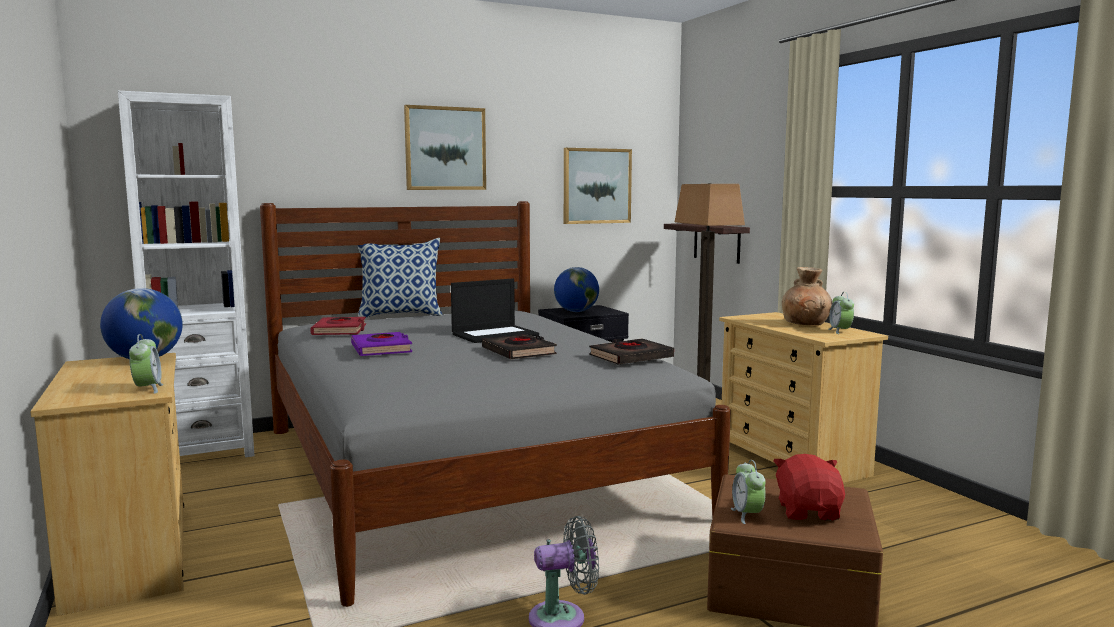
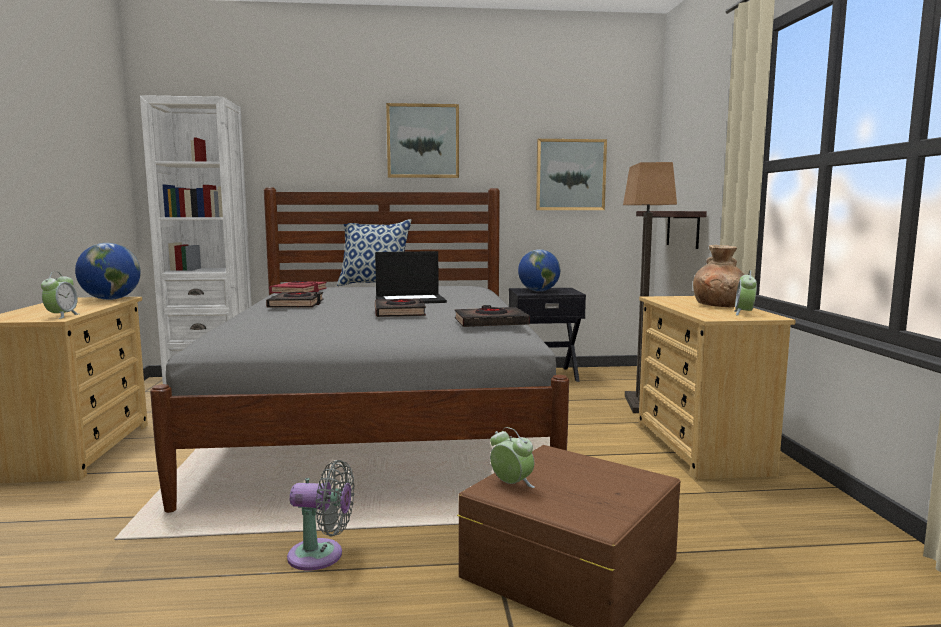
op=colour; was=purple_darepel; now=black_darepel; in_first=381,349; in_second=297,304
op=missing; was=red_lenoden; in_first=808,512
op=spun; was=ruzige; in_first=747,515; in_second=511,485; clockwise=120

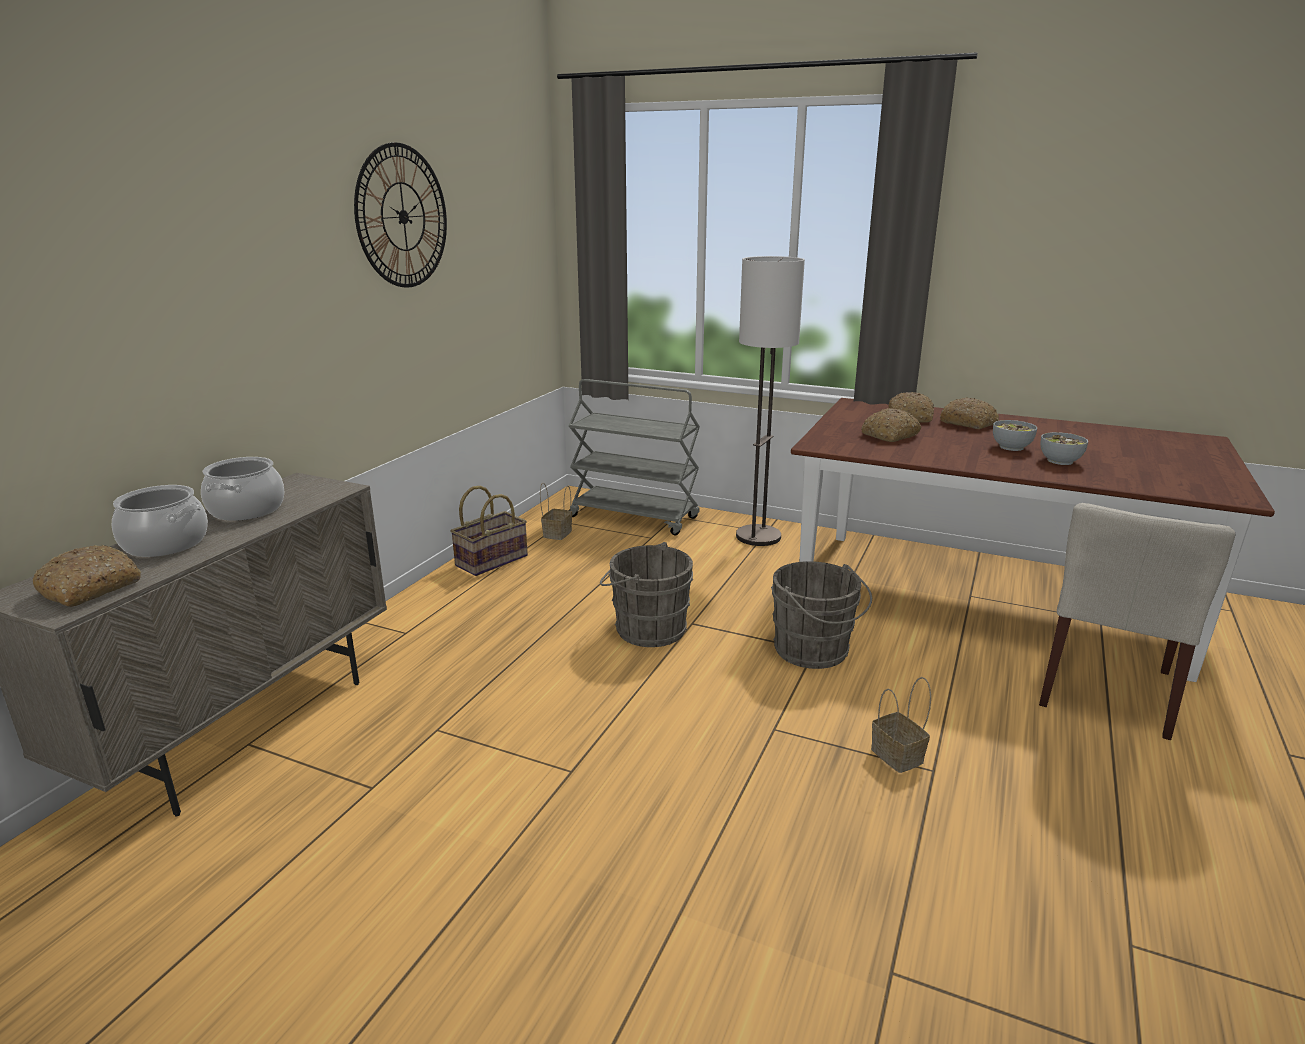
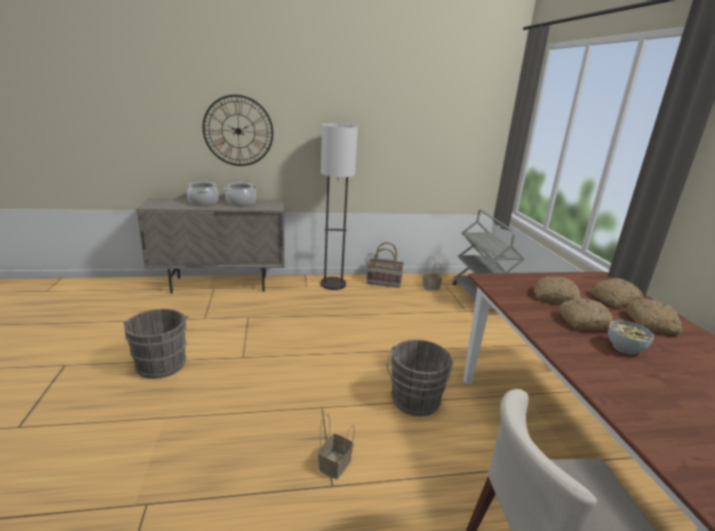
op=relocated; was=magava; in_first=403,217; in_second=238,131
op=relocated; was=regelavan; in_first=758,536; in_second=333,284
op=missing; was=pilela; in_first=1060,461
op=relocated; was=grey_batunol; in_first=646,629; in_second=161,363
op=relocated; was=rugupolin; in_first=91,587; in_second=584,322

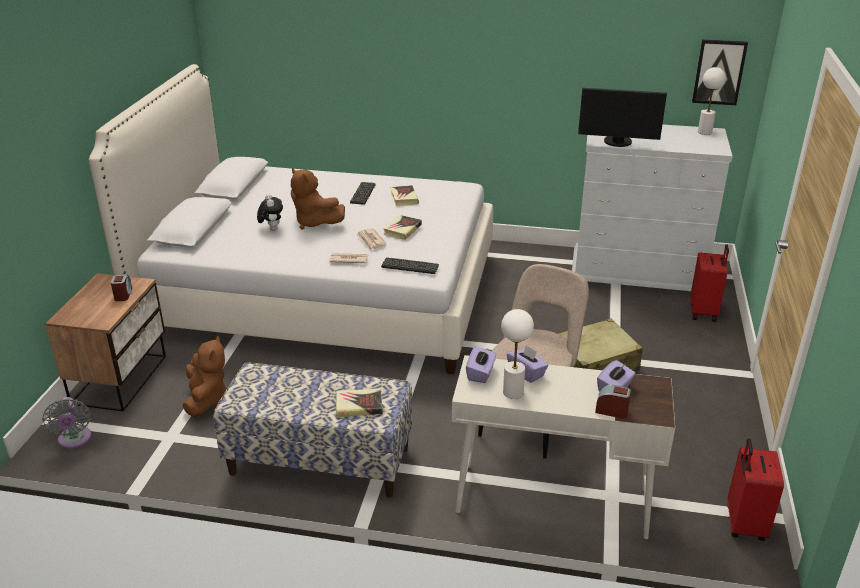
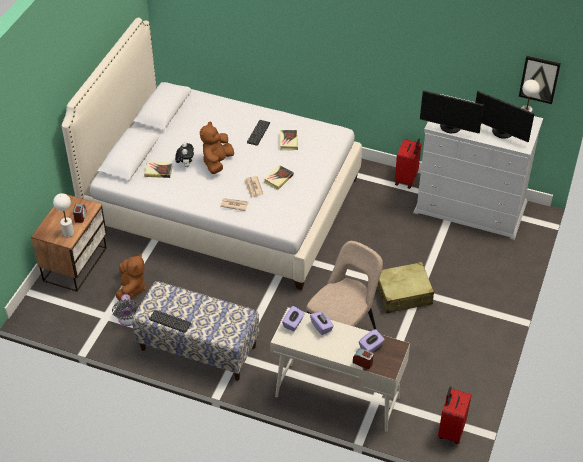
op=spun; was=brown_lenoden; in_first=314,223; in_second=217,162; clockwise=60
op=relocated; was=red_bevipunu; in_first=704,312; in_second=406,179
op=relocated; was=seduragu; in_first=410,266; in_second=170,321
op=relocated; was=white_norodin; in_first=513,392; in_second=68,233
op=relocated; was=darepel; in_first=359,406; in_second=158,171
op=relocated; was=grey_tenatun; in_first=74,440; in_second=128,320
op=appeared; now=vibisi; in_second=501,132

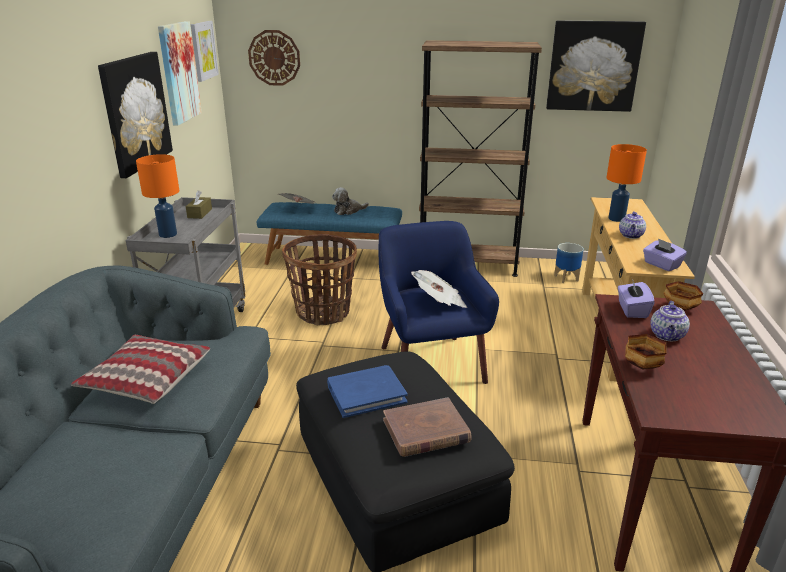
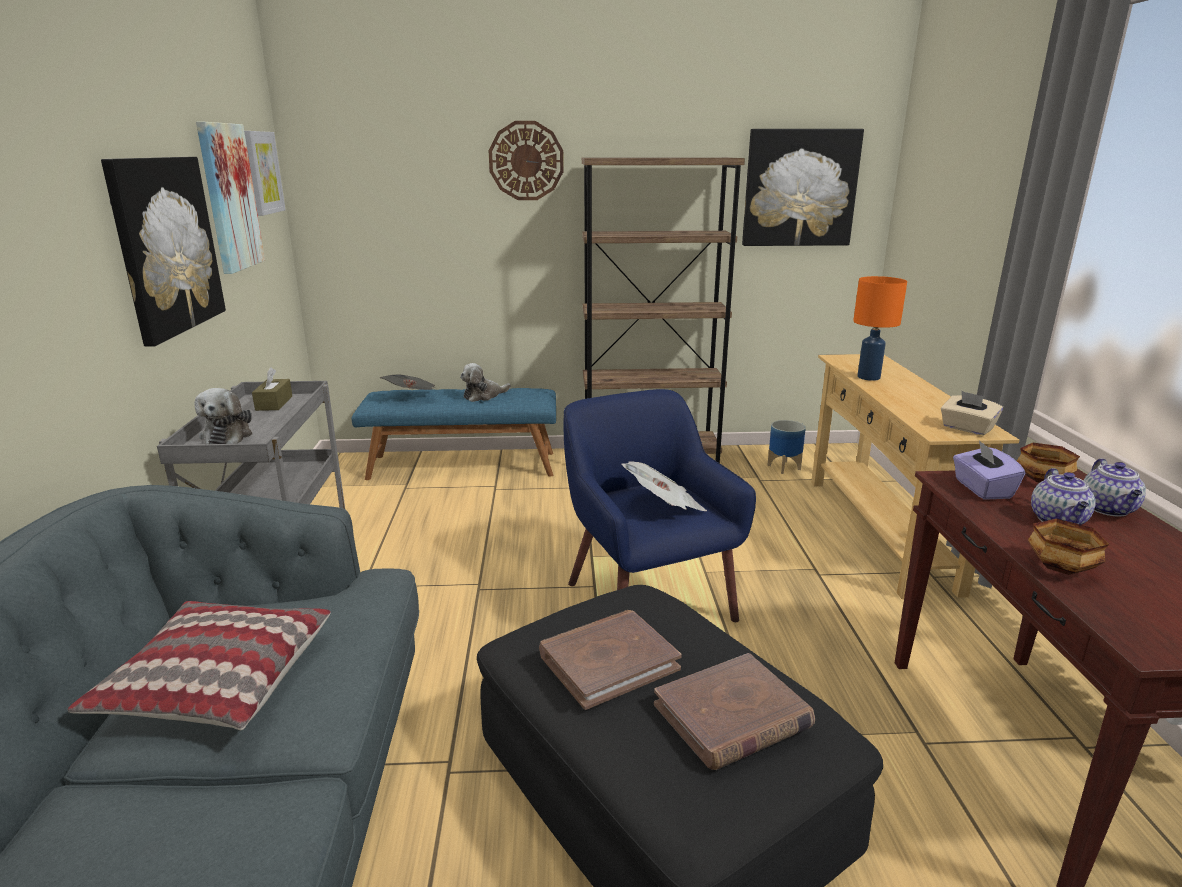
op=relocated; was=magava; in_first=274,58; in_second=526,161
op=exchanged; was=orange_norodin; now=lenoden; in_first=168,234; in_second=228,435
op=relocated; was=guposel; in_first=631,236; in_second=1109,509
op=missing; was=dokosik; in_first=323,312
op=colour; was=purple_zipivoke; now=beige_zipivoke; in_first=661,265; in_second=967,428
op=colour; was=blue_darepel; now=brown_darepel; in_first=366,394; in_second=608,661

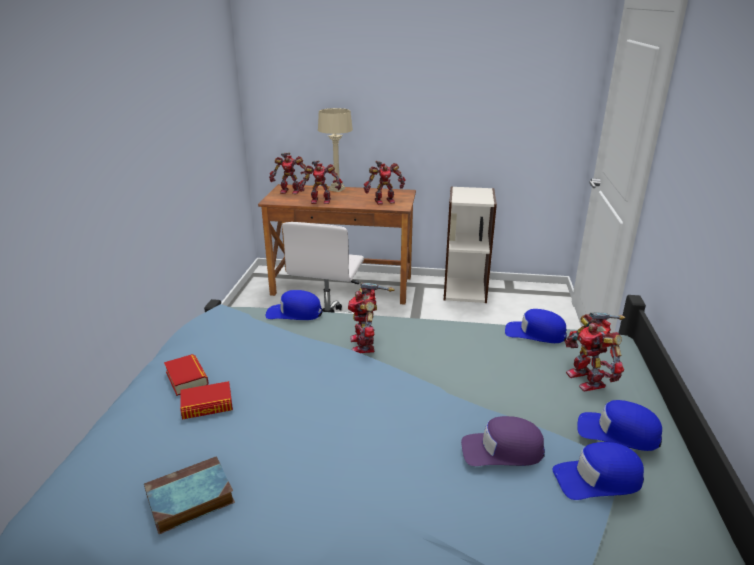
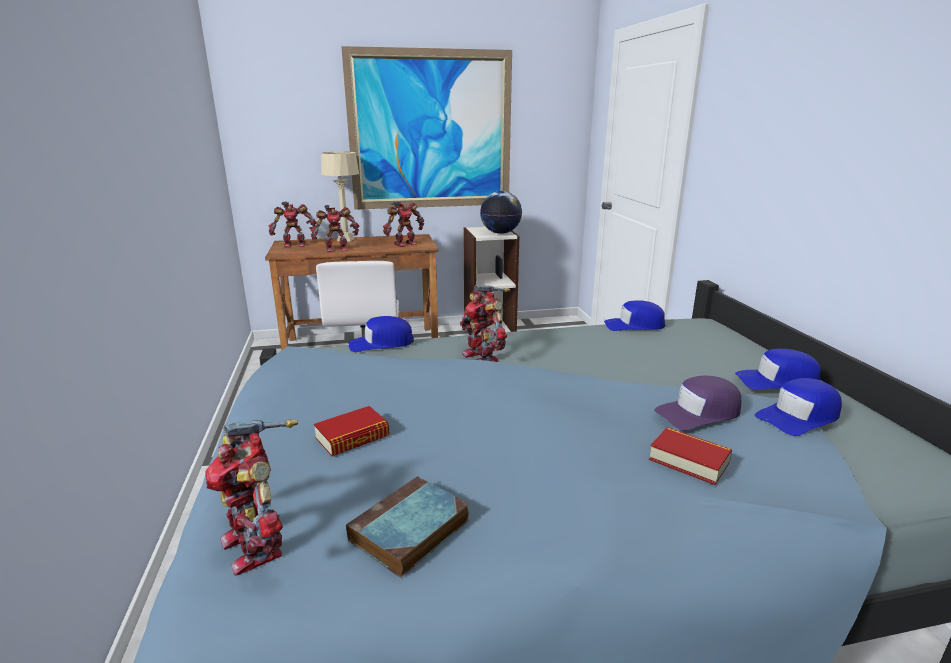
op=relocated; was=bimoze; in_first=588,379; in_second=257,545
op=relocated; was=darepel; in_first=187,378; in_second=688,461
op=appeared; now=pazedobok; in_second=431,131
op=appeared; now=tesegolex; in_second=500,233

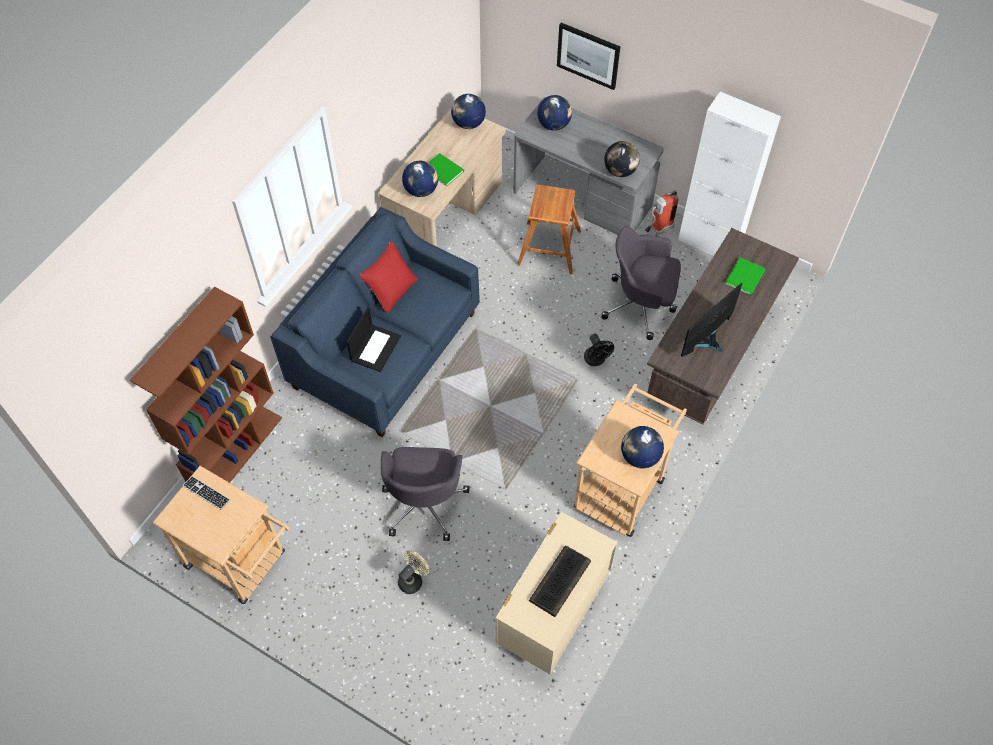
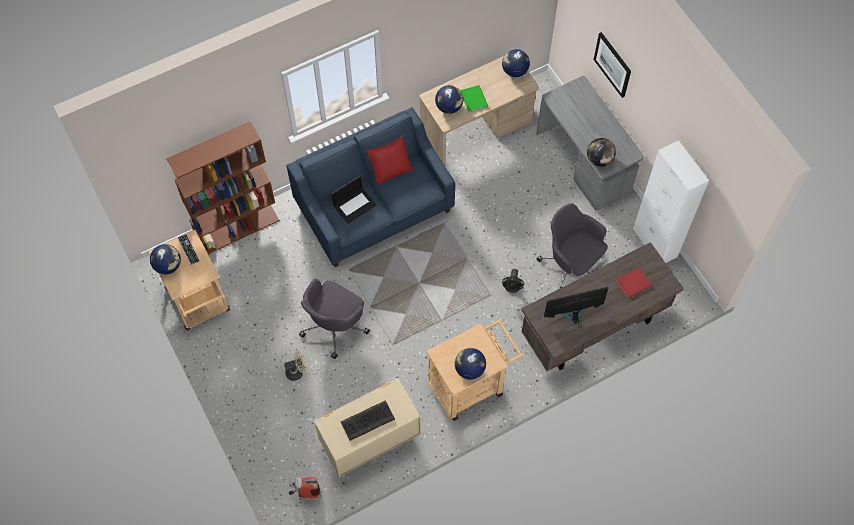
op=relocated; was=tesegolex; in_first=554,125; in_second=168,266
op=missing; was=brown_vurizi; in_first=548,248
op=relocated; was=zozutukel; in_first=657,231; in_second=305,495
op=colour; was=green_darepel; now=red_darepel; in_first=746,277; in_second=634,283

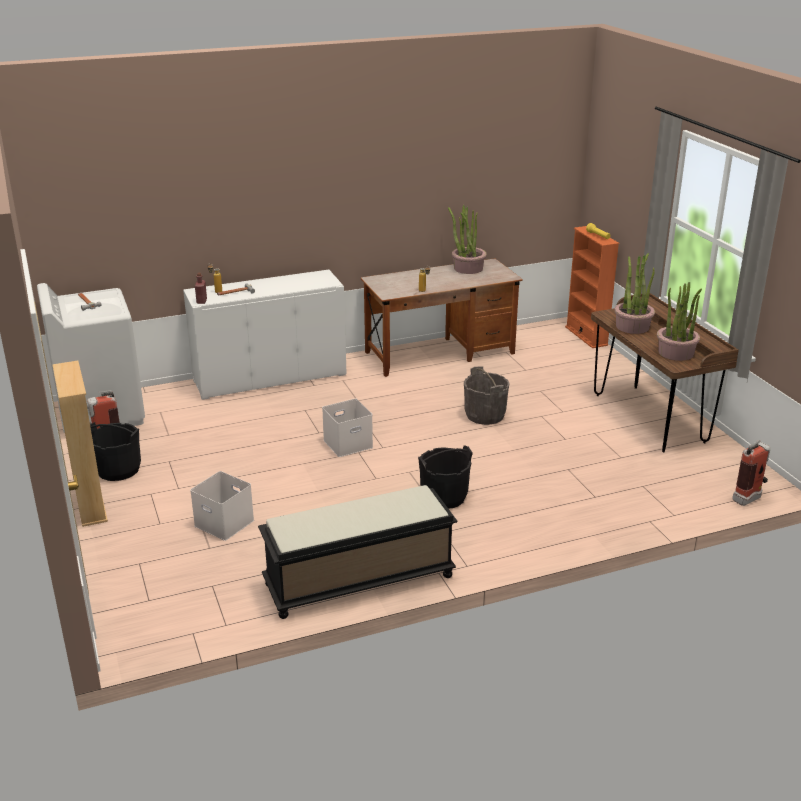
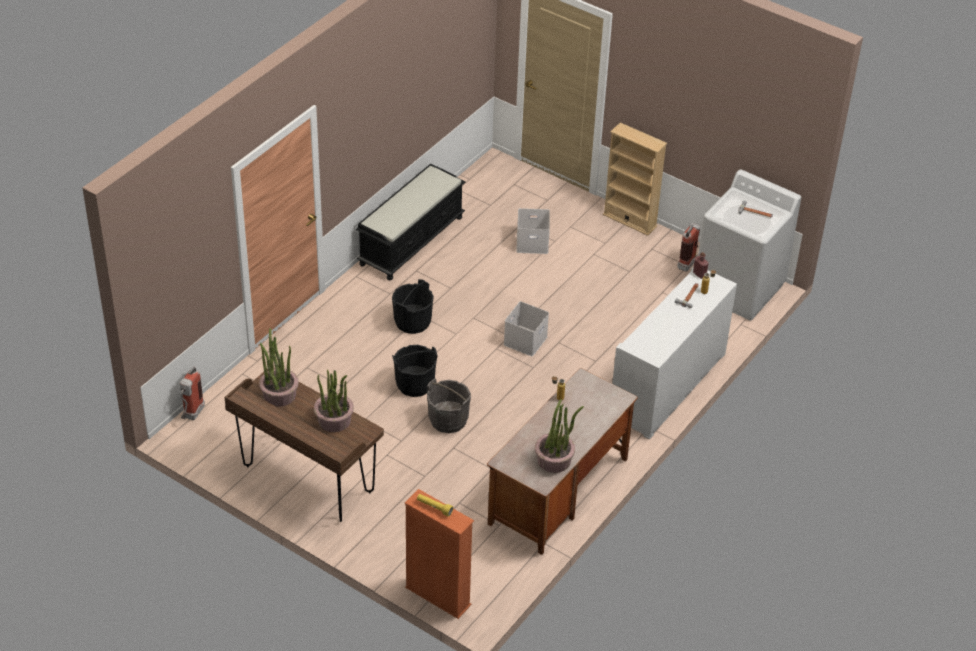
op=relocated; was=black_batunol; in_first=118,470; in_second=415,384

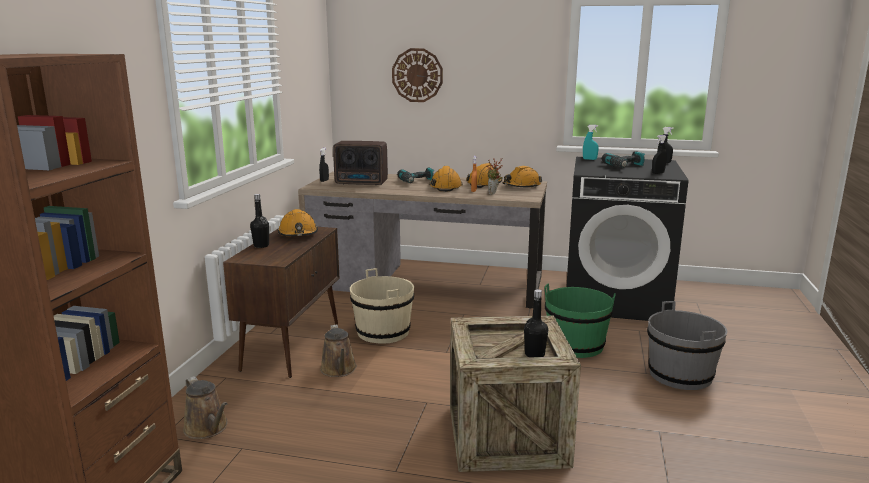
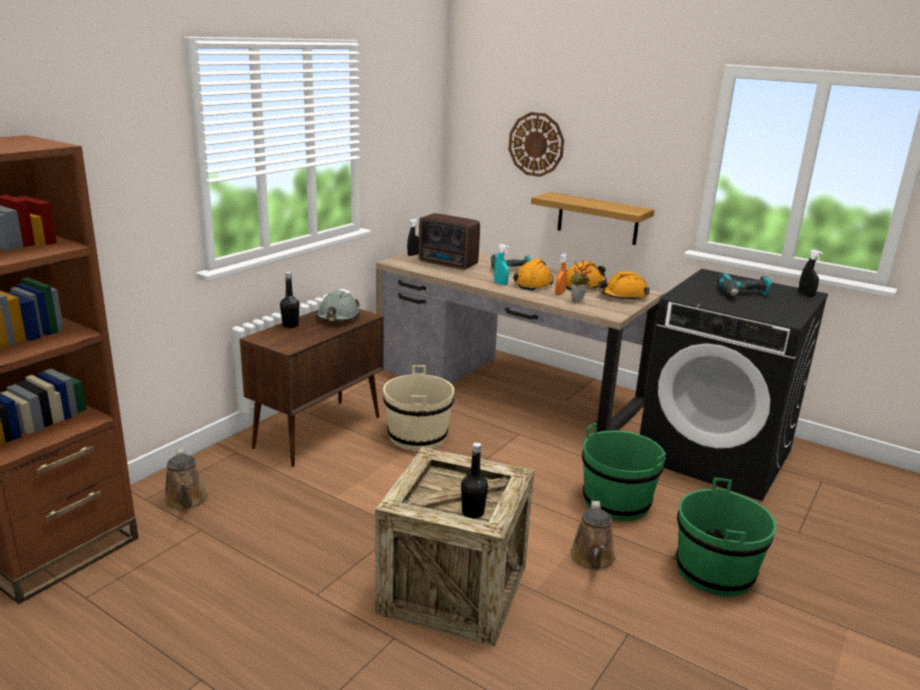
op=relocated; was=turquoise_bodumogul; in_first=589,159; in_second=500,283
op=missing; was=black_bodumogul; in_first=658,173
op=colour; was=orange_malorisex; now=grey_malorisex; in_first=298,234; in_second=338,317
op=colour; was=grey_batunol; now=green_batunol; in_first=680,375; in_second=715,572
op=relocated; was=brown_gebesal; in_first=339,370; in_second=593,559
op=appeared; now=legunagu; in_second=597,218

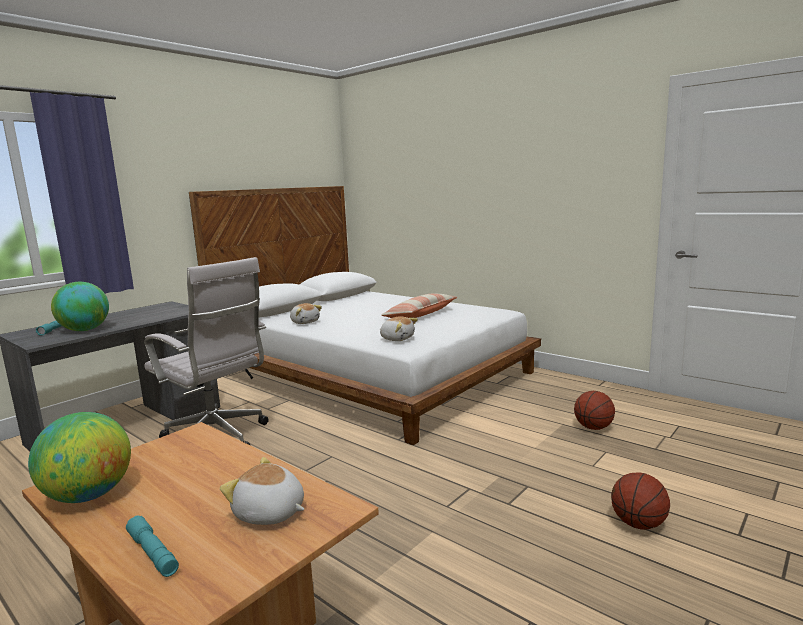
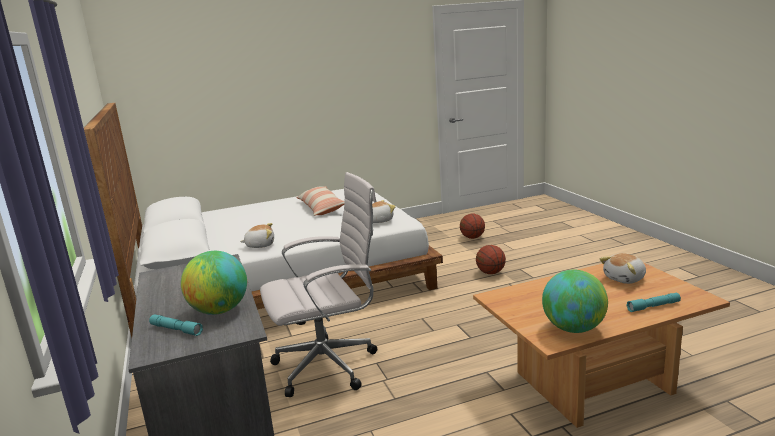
op=relocated; was=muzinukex; in_first=638,524; in_second=490,273

